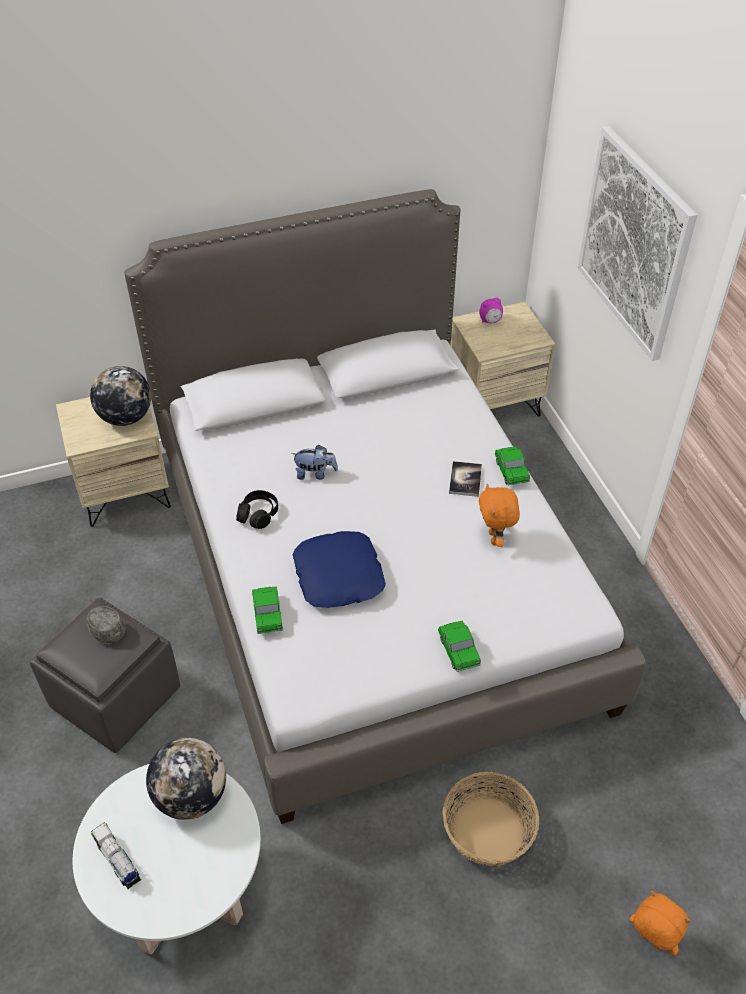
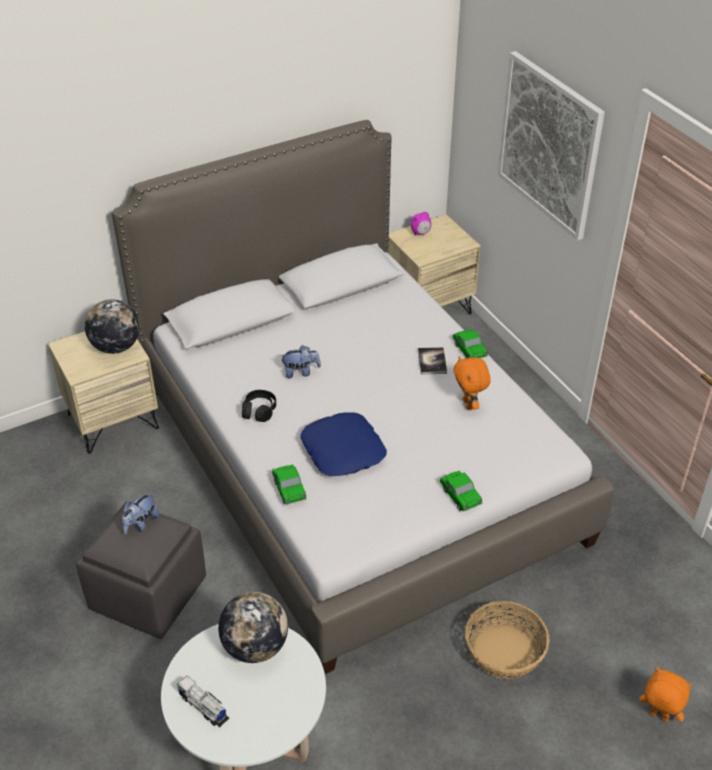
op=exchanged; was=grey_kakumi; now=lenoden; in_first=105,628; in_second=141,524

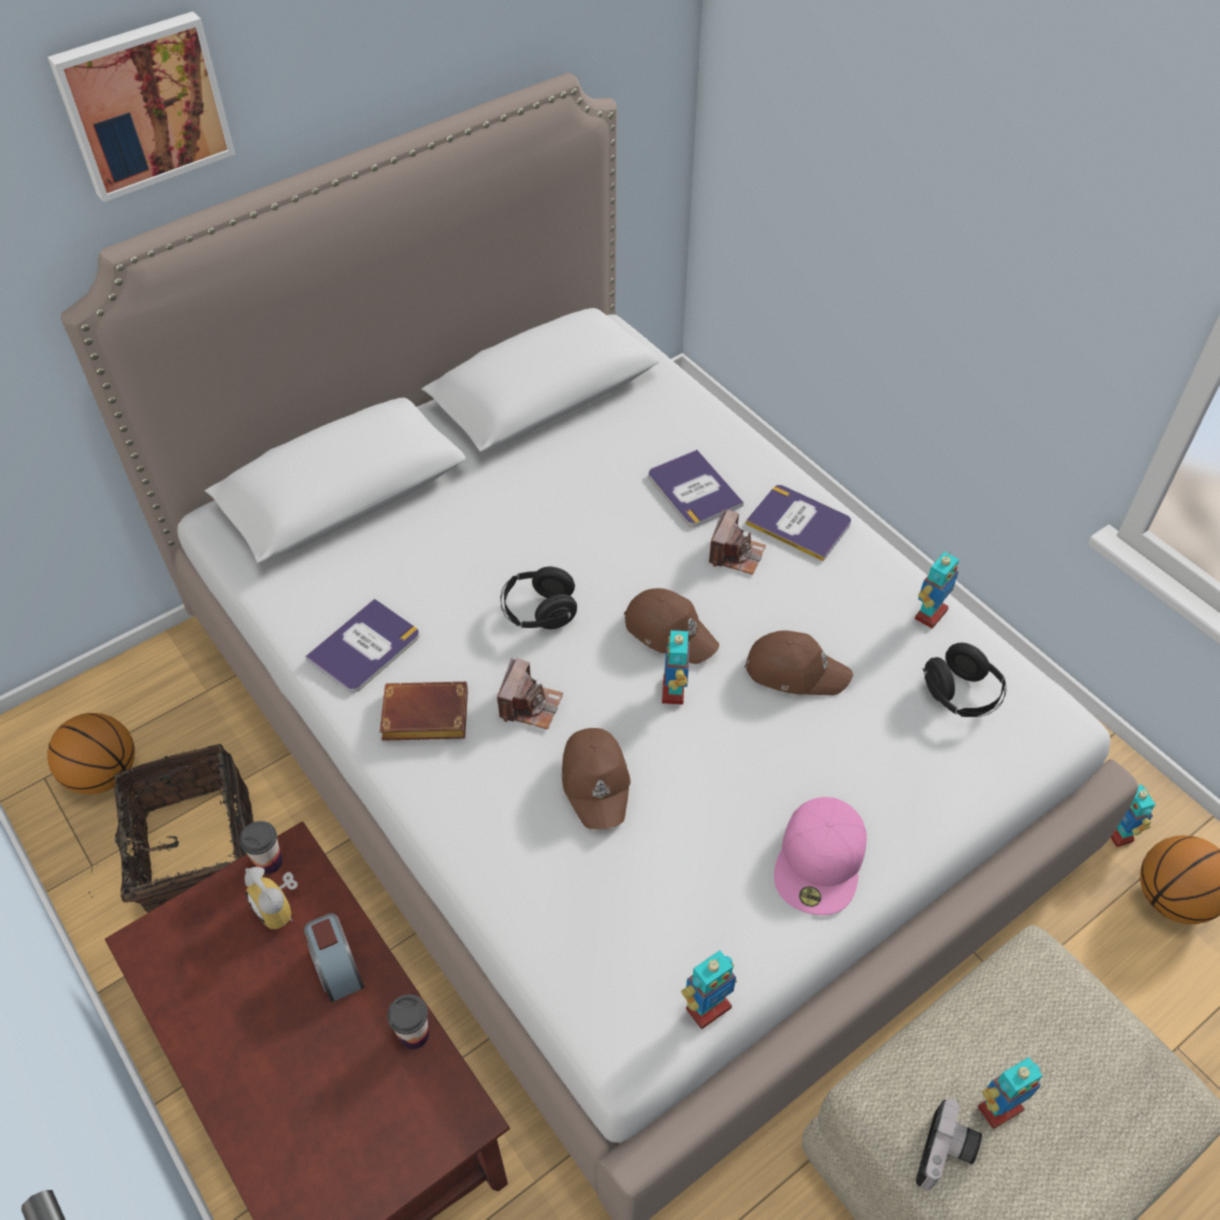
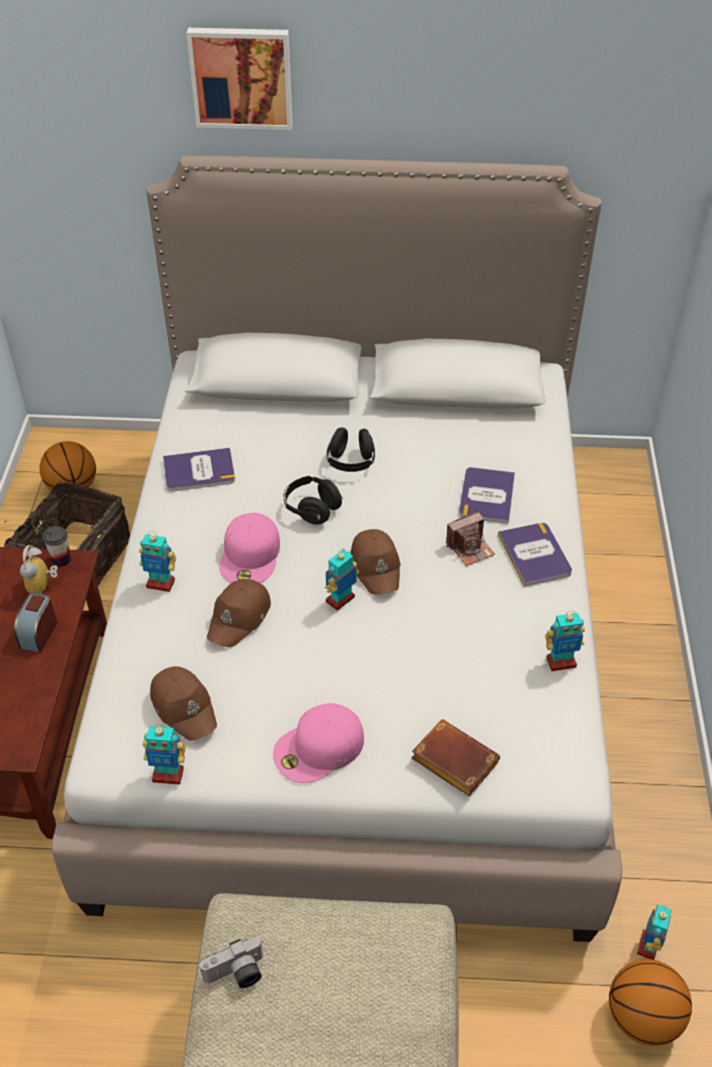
op=relocated; was=brown_kakumi; in_first=795,670; in_second=184,707
op=relocated; was=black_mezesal; in_first=960,695; in_second=351,462
op=exchanged; was=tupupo; now=pink_kakumi; in_first=530,705; in_second=251,555
op=relocated; was=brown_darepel; in_first=423,718; in_second=451,761
op=missing; was=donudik; in_first=414,1035
op=relocated; was=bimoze; in_first=999,1107; in_second=161,583

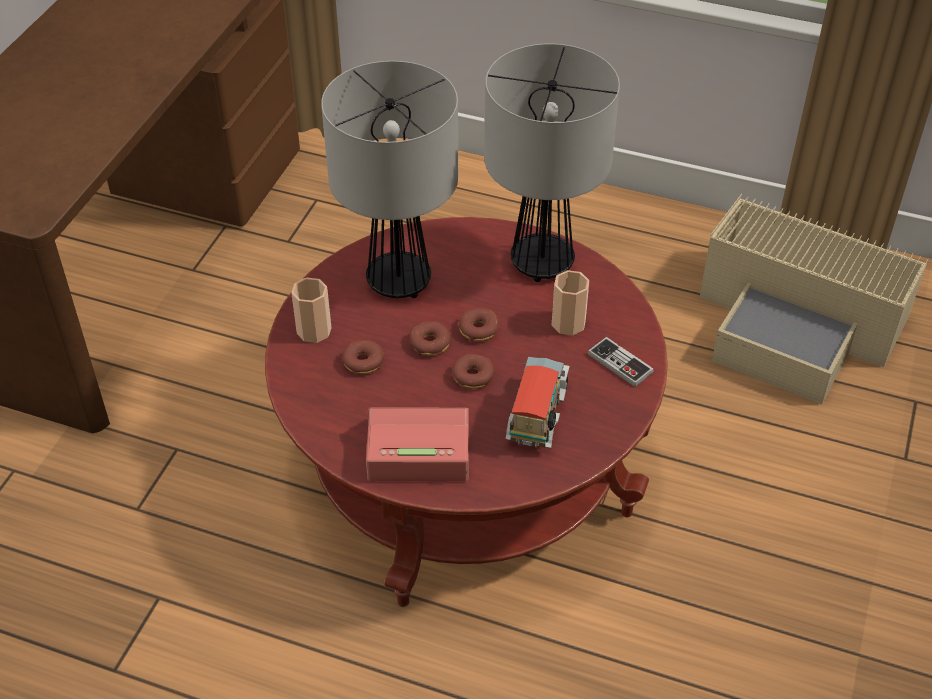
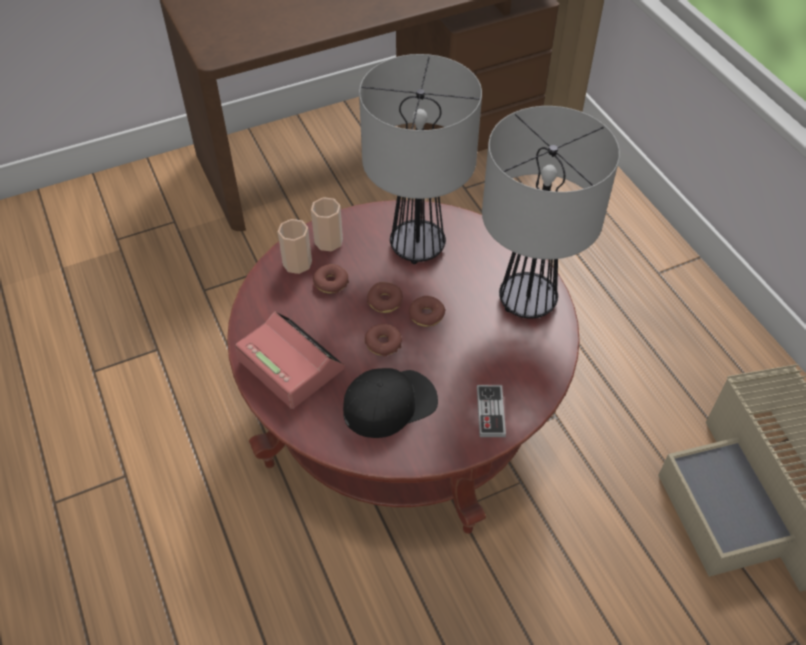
op=relocated; was=donudik; in_first=568,323; in_second=297,263
op=exchanged; was=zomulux; now=black_kakumi; in_first=538,416; in_second=390,404

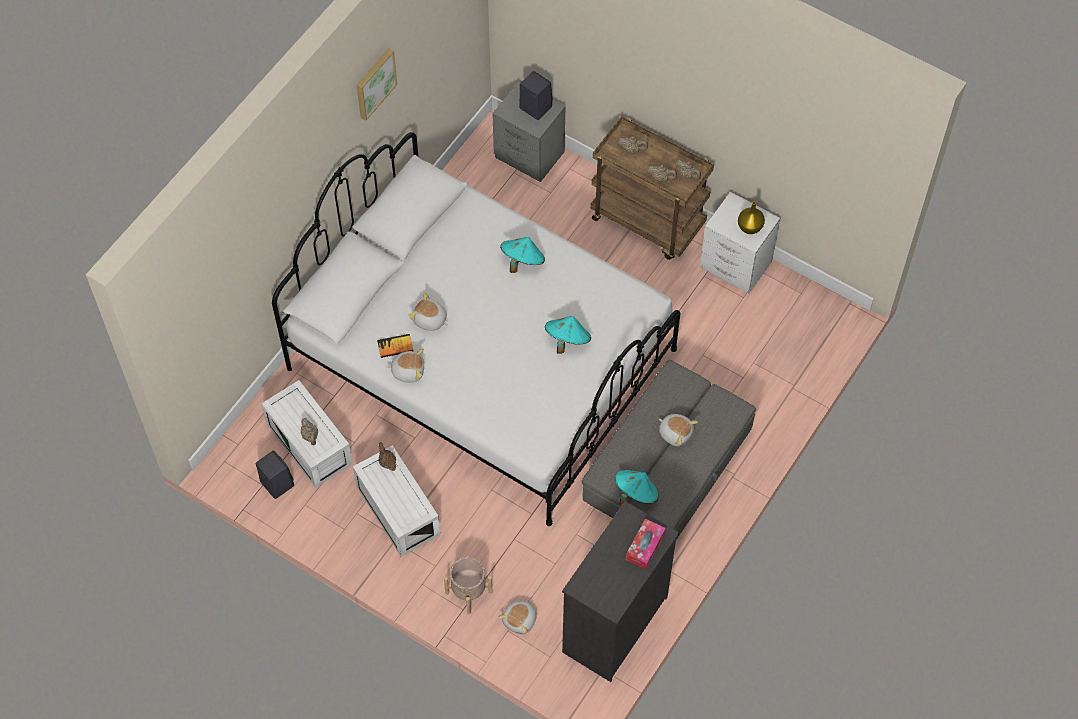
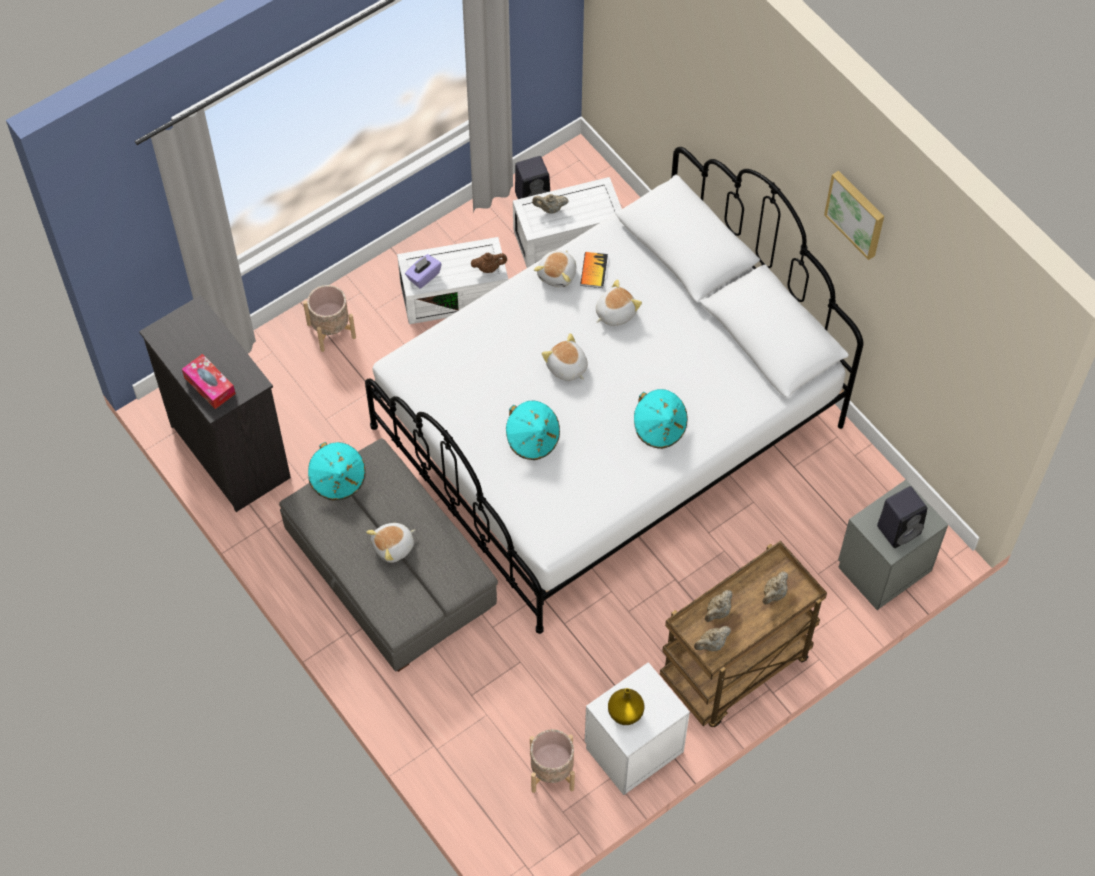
op=relocated; was=lenoden; in_first=520,620; in_second=566,367
op=appeared; now=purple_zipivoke; in_second=423,276
op=appeared; now=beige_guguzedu; in_second=551,771

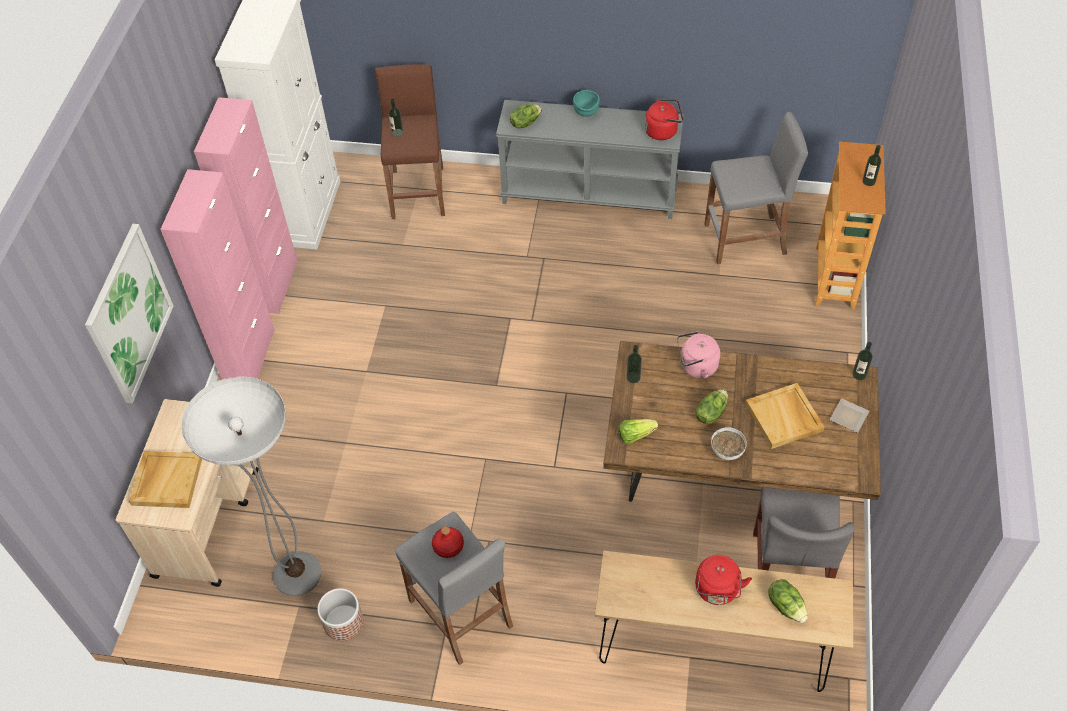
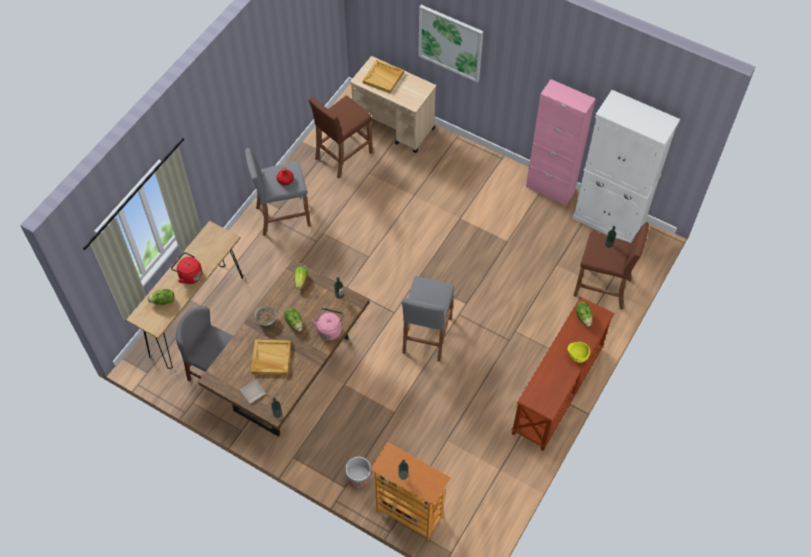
op=colour; was=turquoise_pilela; now=yellow_pilela; in_first=586,115; in_second=577,357
op=missing; was=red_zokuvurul; in_first=663,131
op=colour; was=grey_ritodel; now=brown_ritodel; in_first=590,194; in_second=558,391
op=relocated; was=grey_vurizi; in_first=745,239; in_second=426,335
op=missing; was=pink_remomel; in_first=249,356
op=exchanged; was=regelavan; now=brown_vurizi; in_first=297,574; in_second=343,156
op=relocated; was=guguzedu; in_first=343,622; in_second=359,477

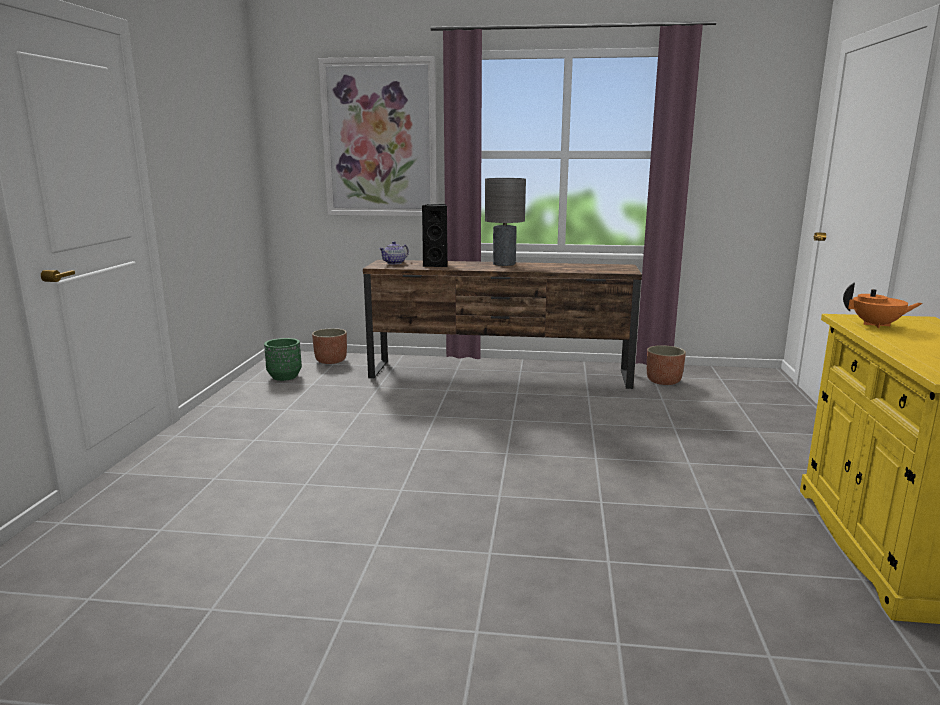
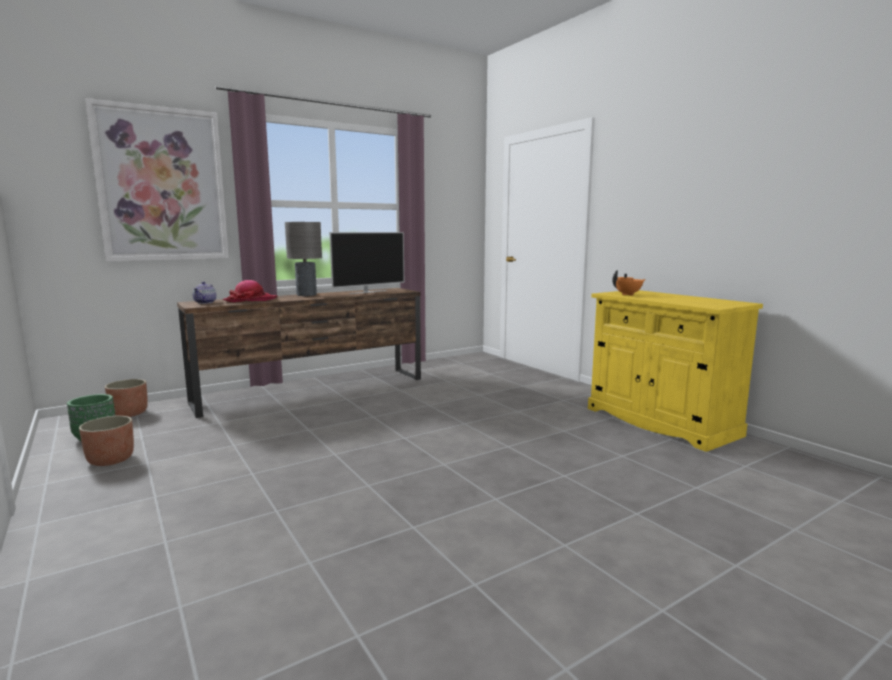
op=exchanged; was=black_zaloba; now=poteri; in_first=436,265; in_second=250,300
op=relocated; was=guguzedu; in_first=664,381; in_second=111,460
op=appeared; now=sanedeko; in_second=368,292

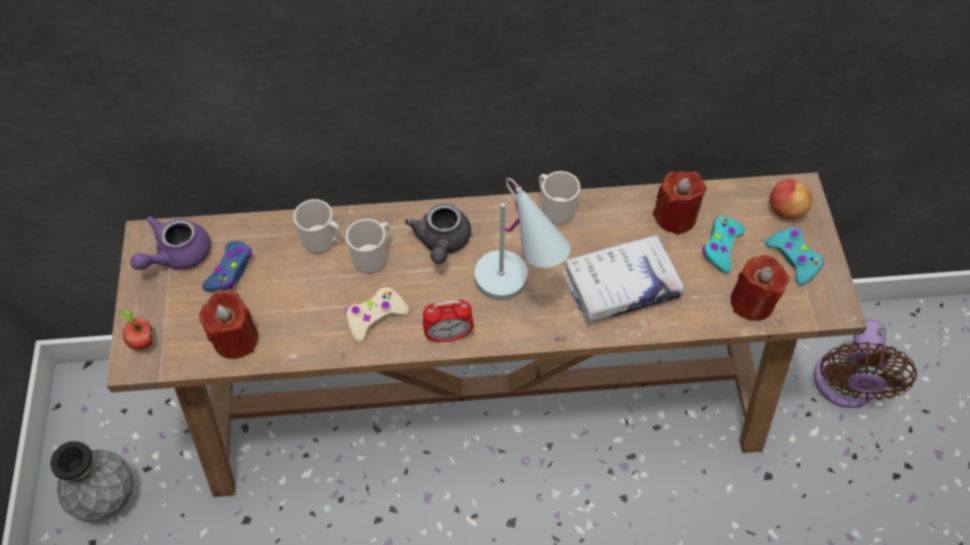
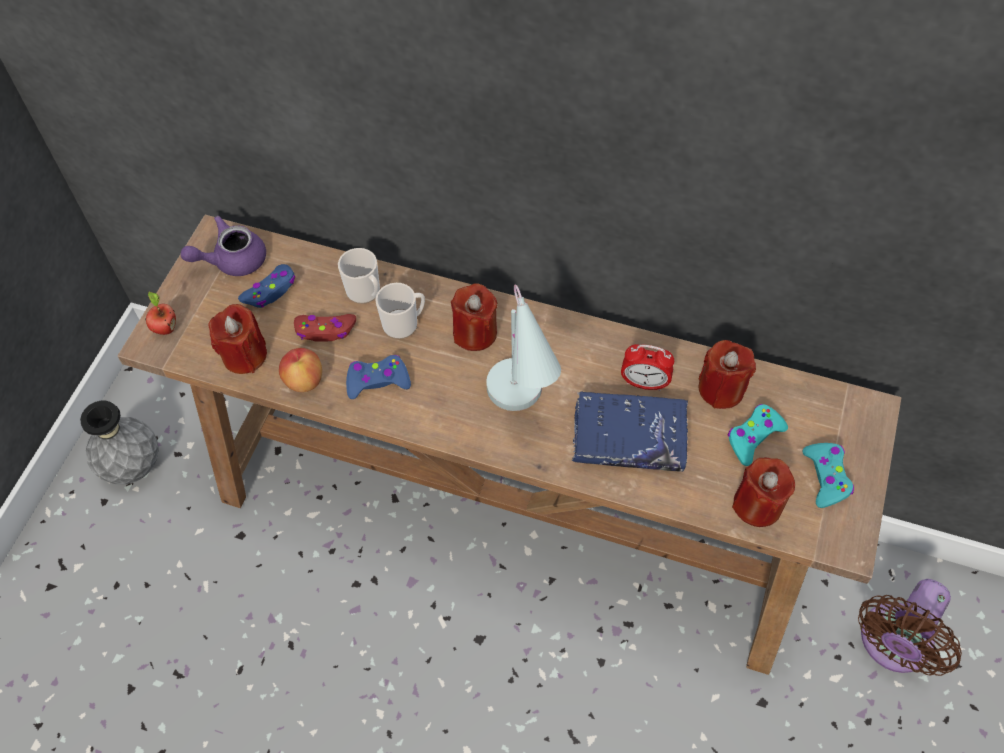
op=missing; was=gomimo; in_first=555,209
op=relocated; was=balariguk; in_first=785,210; in_second=304,380
op=exchanged; was=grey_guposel; now=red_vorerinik; in_first=442,242; in_second=475,333
op=colour; was=white_darepel; now=blue_darepel; in_first=620,286; in_second=628,438
op=colour; was=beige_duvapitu; now=blue_duvapitu; in_first=375,317; in_second=377,381
op=relocated; was=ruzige; in_first=448,335; in_second=644,383
op=appeared; now=red_duvapitu; in_second=325,331

